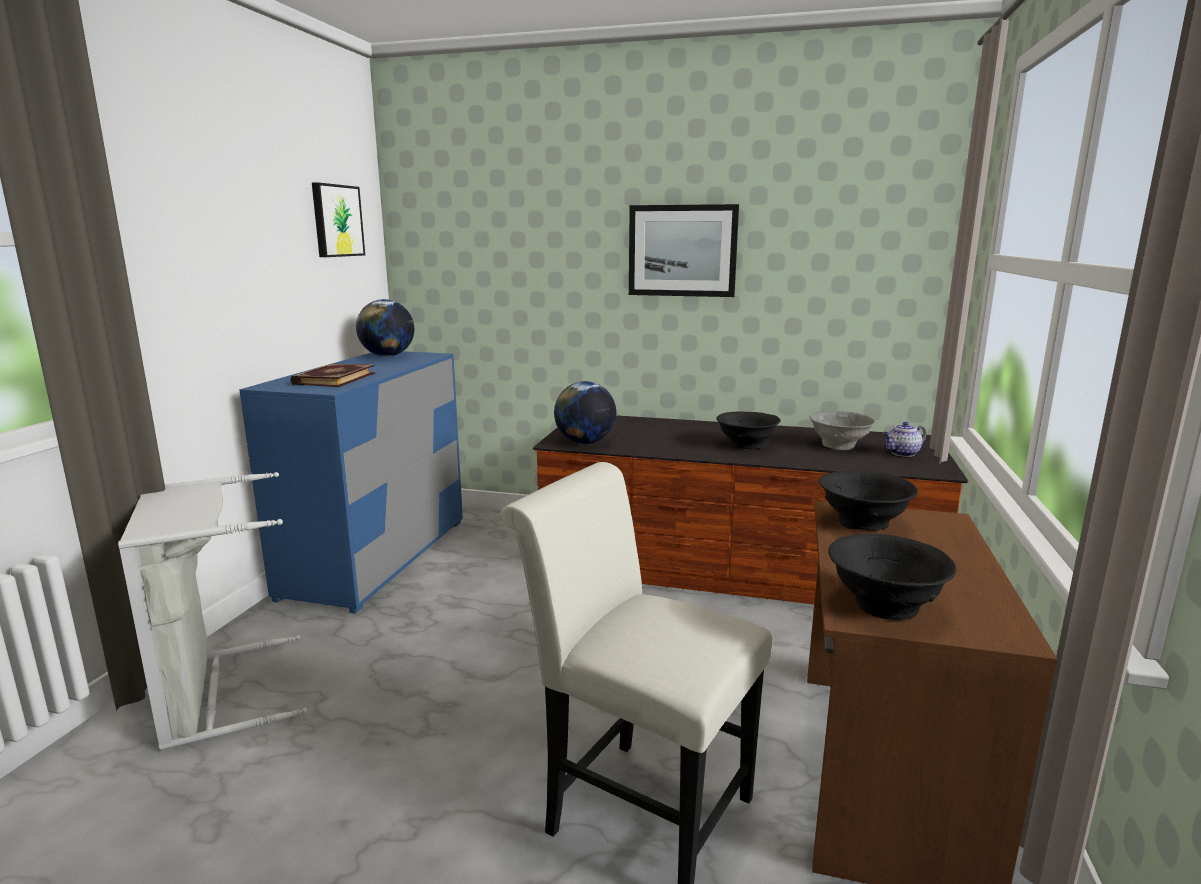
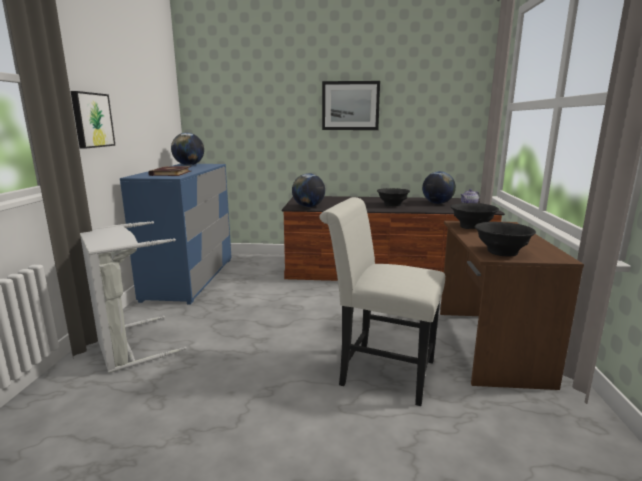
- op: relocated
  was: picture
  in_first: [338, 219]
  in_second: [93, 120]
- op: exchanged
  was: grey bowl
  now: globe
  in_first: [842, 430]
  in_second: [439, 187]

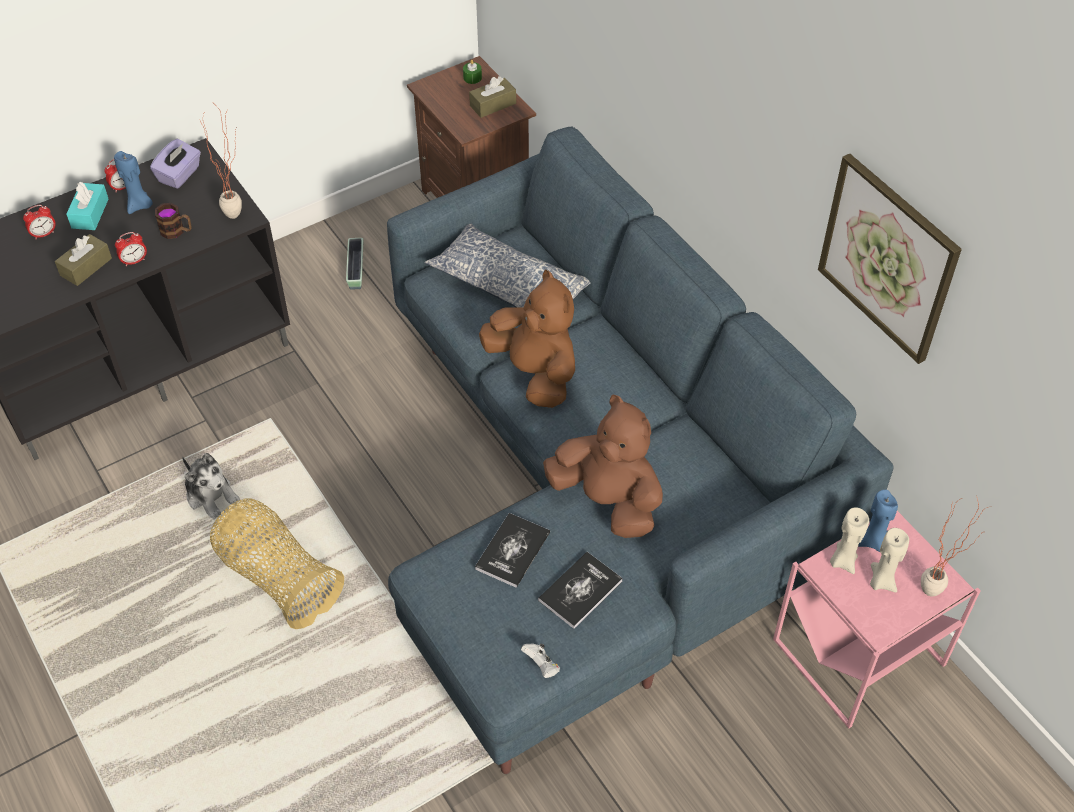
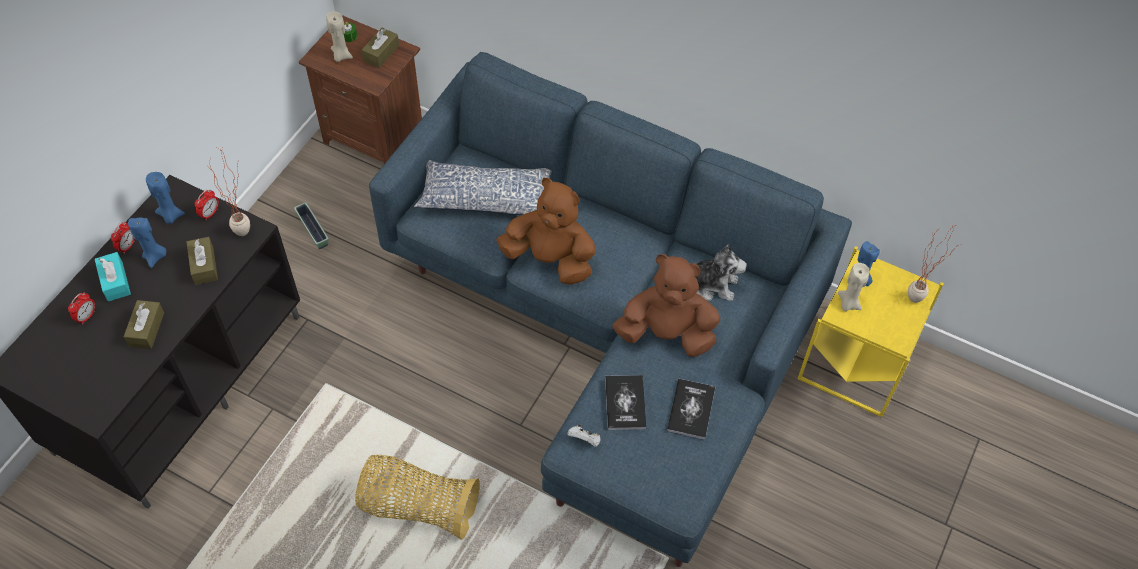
- op: missing
  was: picture
  in_first: [890, 258]
- op: relocated
  was: alarm clock
  in_first: [131, 249]
  in_second: [207, 205]
- op: relocated
  was: plush toy
  in_first: [211, 486]
  in_second: [721, 273]
- op: relocated
  was: white game controller
  in_first: [540, 660]
  in_second: [583, 435]
- op: relocated
  was: beige candle
  in_first: [889, 560]
  in_second: [339, 36]
- op: exchanged
  was: purple tissue box
  now: blue candle
  in_first: [175, 163]
  in_second: [165, 198]
- op: exchanged
  was: mug
  now: brown tissue box
  in_first: [173, 221]
  in_second: [202, 261]
- op: colour
  was: pink side table
  now: yellow side table
  in_first: [877, 619]
  in_second: [871, 331]

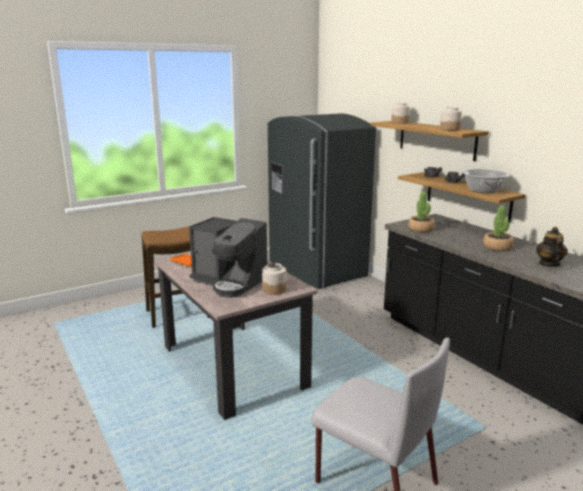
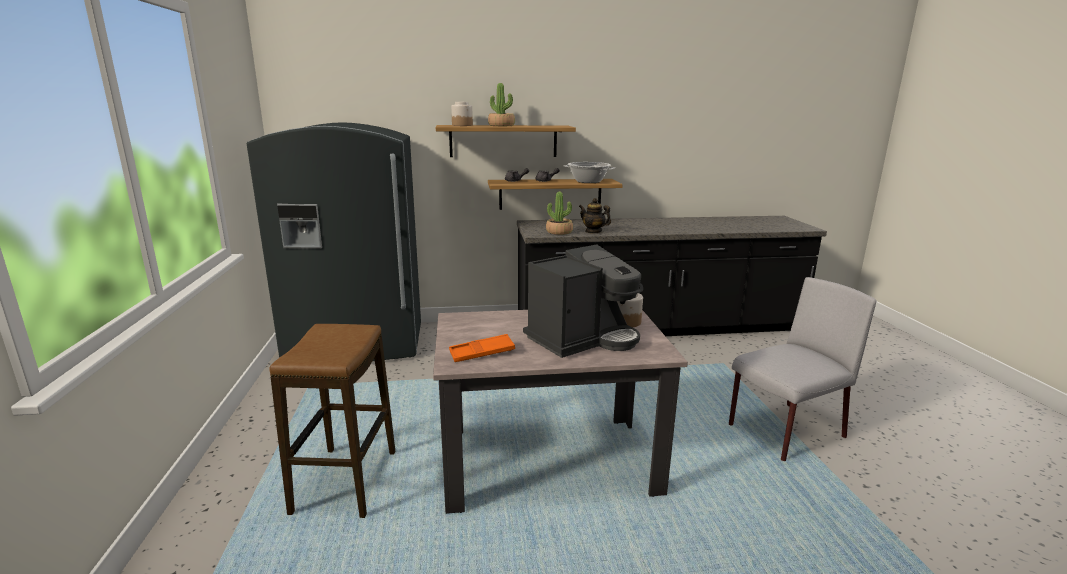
- op: missing
  was: jar
  in_first: [451, 119]
- op: relocated
  was: potted plant
  in_first: [498, 228]
  in_second: [501, 104]
- op: relocated
  was: teapot
  in_first: [552, 247]
  in_second: [595, 215]

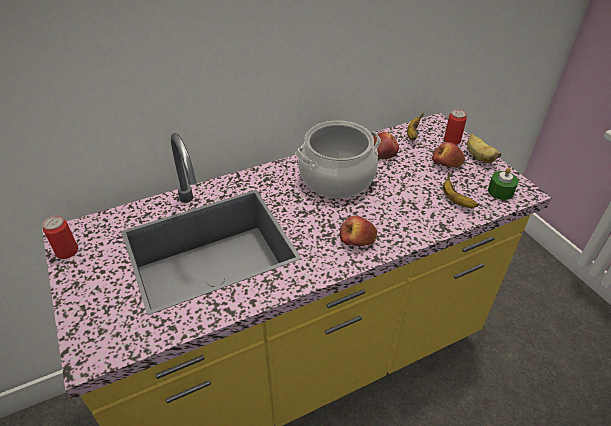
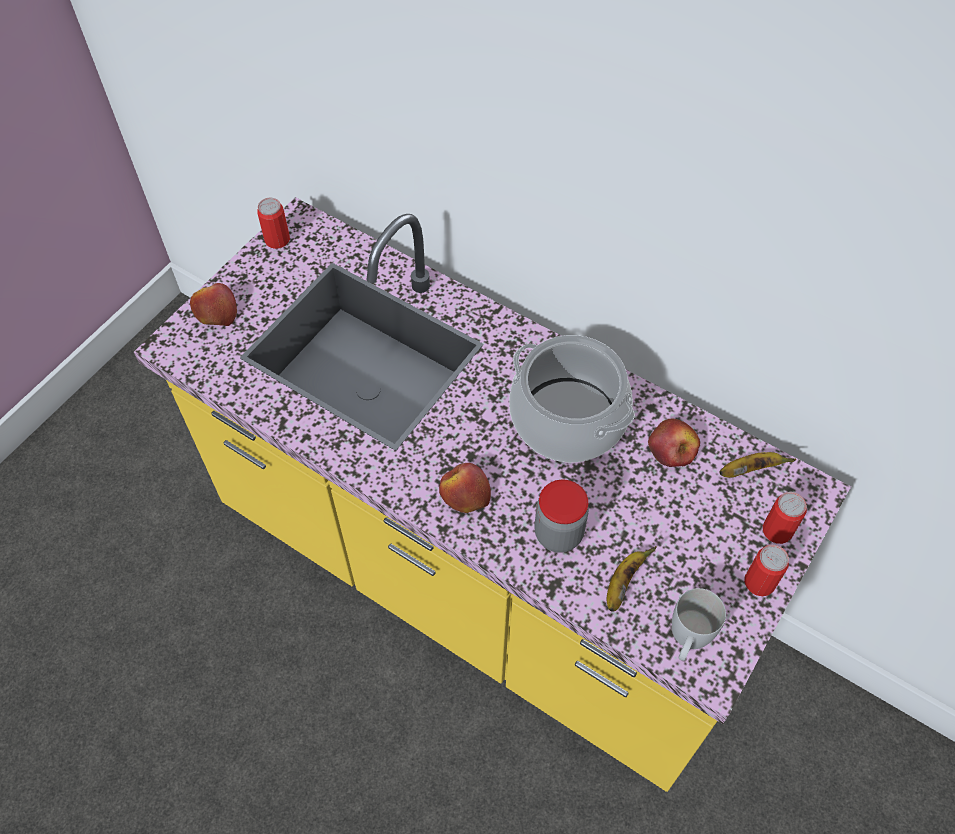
- op: appeared
  now: jar
  in_second: [562, 516]
- op: relocated
  was: apple
  in_first: [448, 154]
  in_second: [213, 304]
- op: exchanged
  was: banana
  now: can
  in_first: [484, 148]
  in_second: [766, 570]
- op: exchanged
  was: green candle
  now: white mug
  in_first: [503, 184]
  in_second: [699, 624]

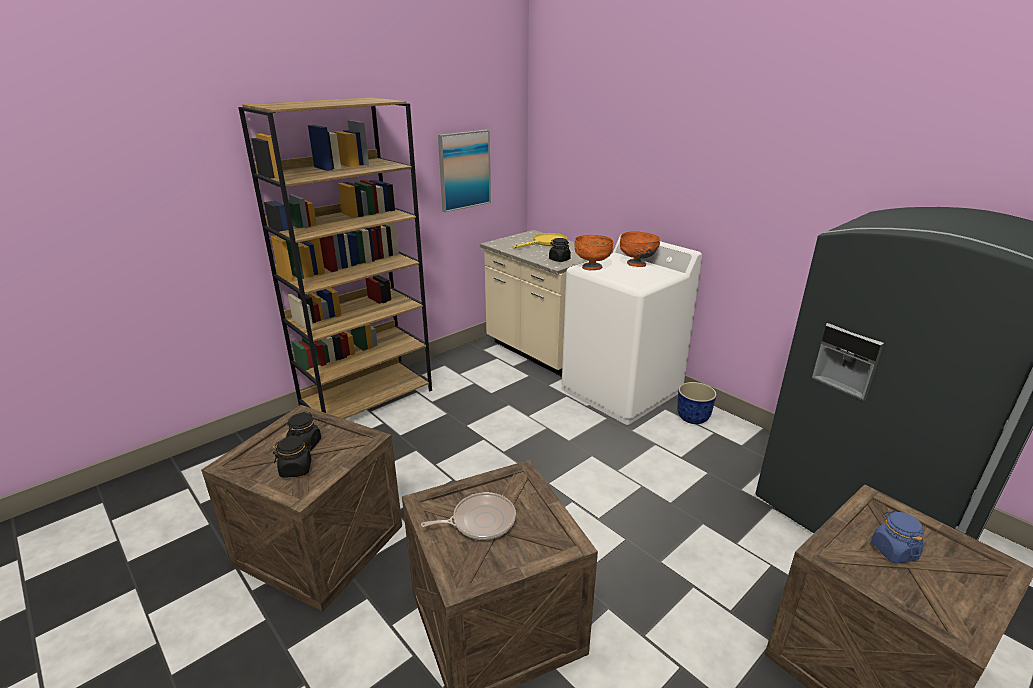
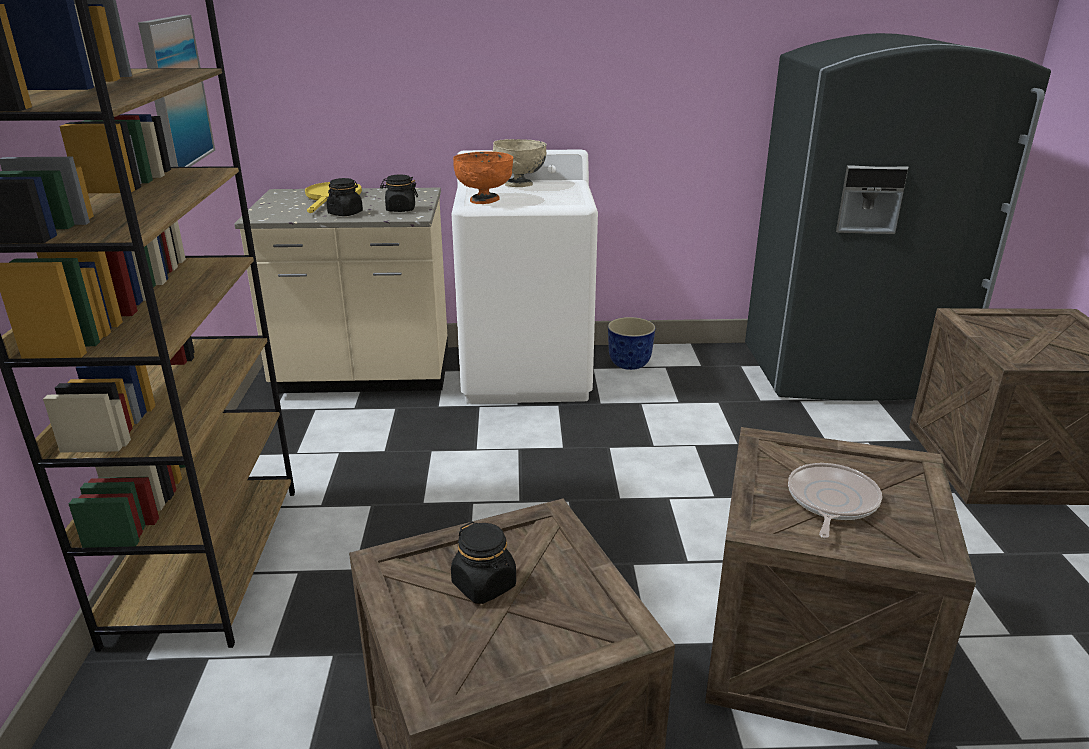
- op: missing
  was: blue jar
  in_first: [898, 537]
- op: relocated
  was: black jar
  in_first: [292, 457]
  in_second: [344, 197]
- op: colour
  was: orange bowl
  now: beige bowl
  in_first: [640, 249]
  in_second: [519, 163]

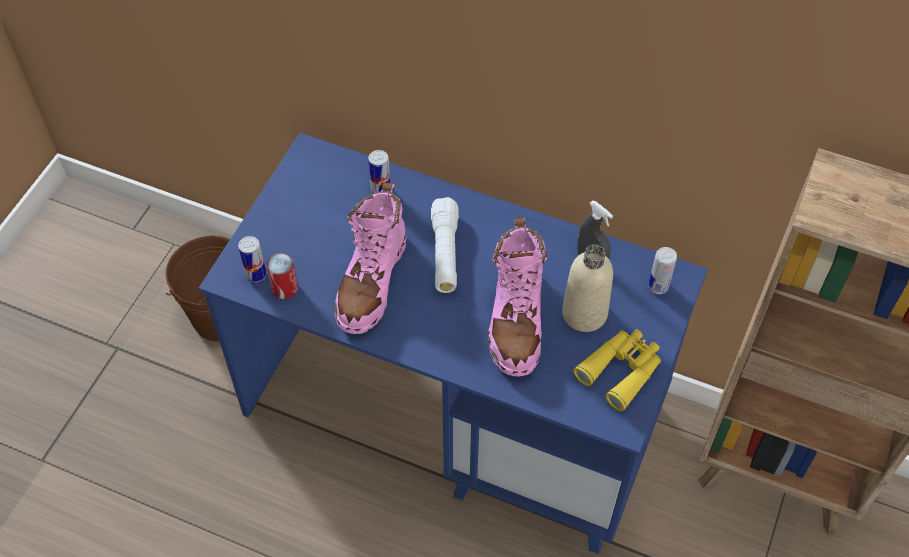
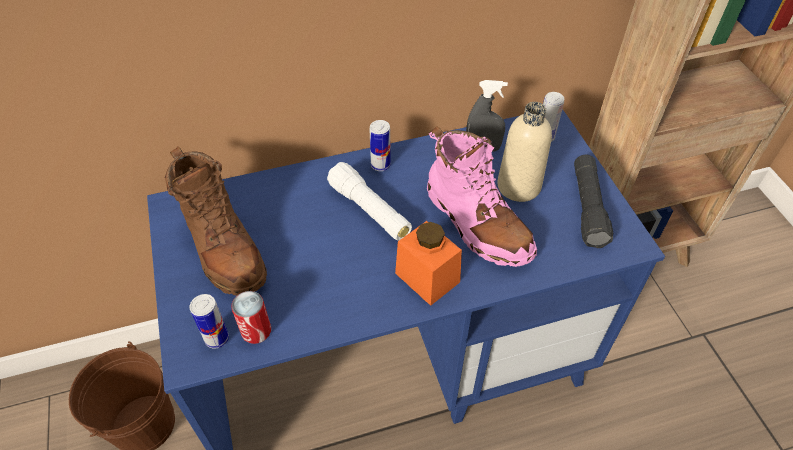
- op: missing
  was: pink boot
  in_first: [370, 258]
- op: appeared
  now: brown boot
  in_second: [216, 221]
- op: appeared
  now: orange jar
  in_second: [428, 263]
- op: relocated
  was: can
  in_first: [379, 171]
  in_second: [380, 145]
- op: exchanged
  was: yellow binoculars
  now: black flashlight
  in_first: [617, 370]
  in_second: [594, 201]

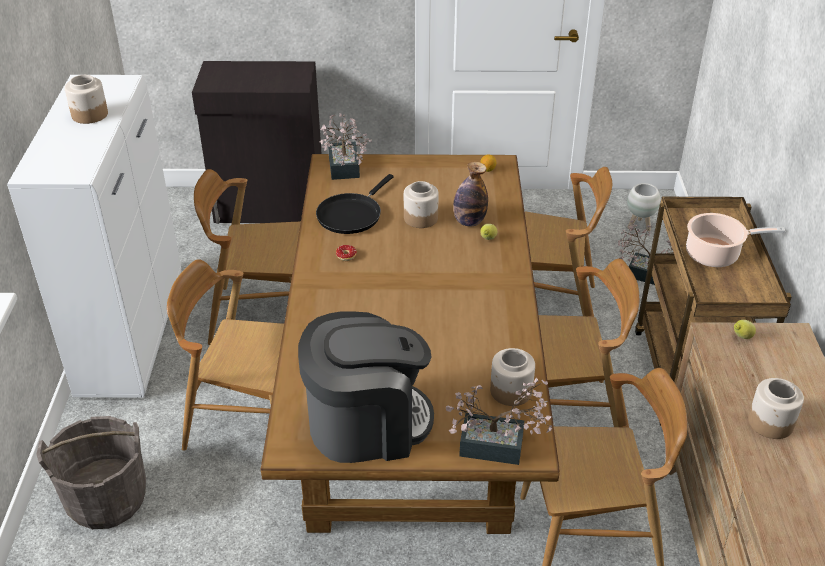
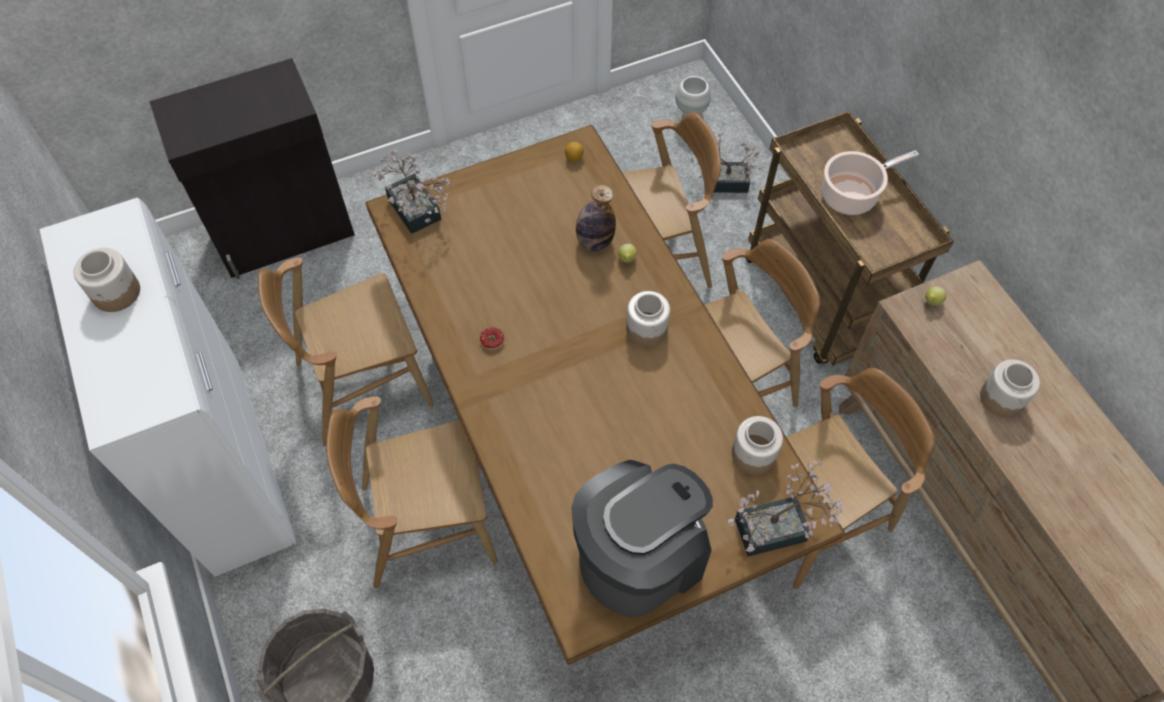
- op: missing
  was: black frying pan
  in_first: [355, 204]
- op: relocated
  was: jar
  in_first: [421, 204]
  in_second: [648, 319]

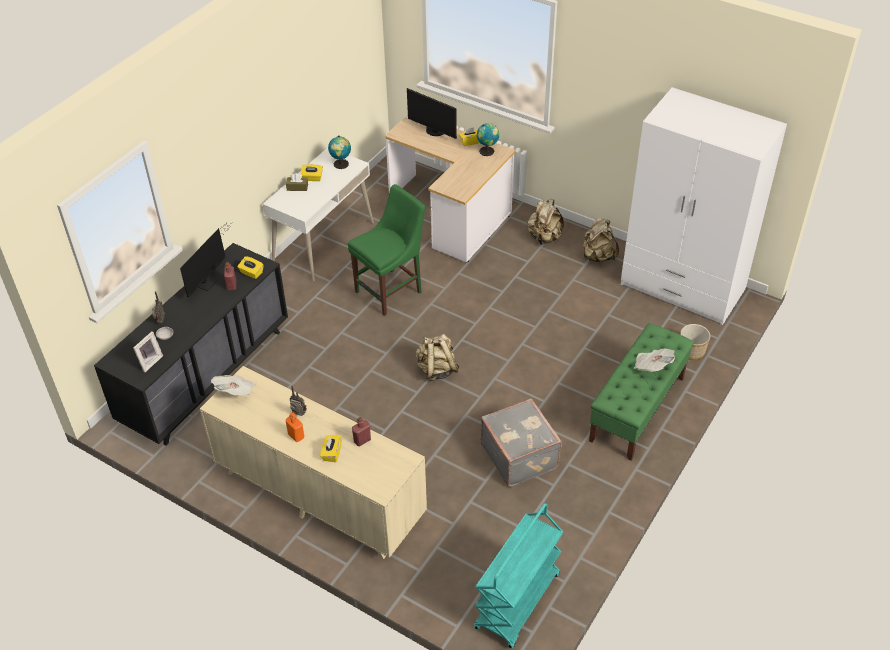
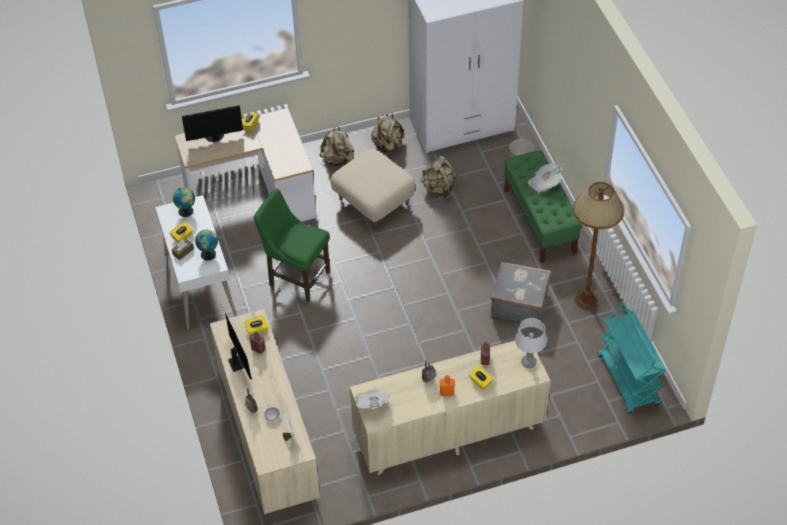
- op: appeared
  now: beige ottoman
  in_second: [372, 189]
- op: appeared
  now: grey table lamp
  in_second: [531, 343]
- op: appeared
  now: brown floor lamp
  in_second: [598, 245]
- op: relocated
  was: beige backpack
  in_first: [438, 357]
  in_second: [438, 177]
- op: relocated
  was: globe
  in_first: [488, 139]
  in_second: [206, 245]
- op: colour
  was: black dresser
  now: beige dresser
  in_first: [191, 344]
  in_second: [265, 411]
- op: spun
  was: green chair
  in_first: [386, 250]
  in_second: [291, 245]
  clockwise: -60

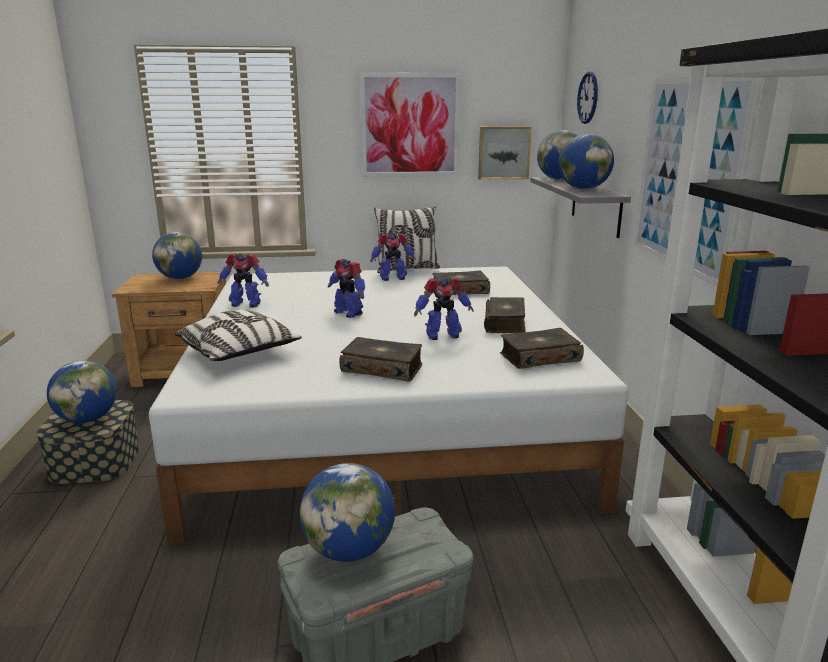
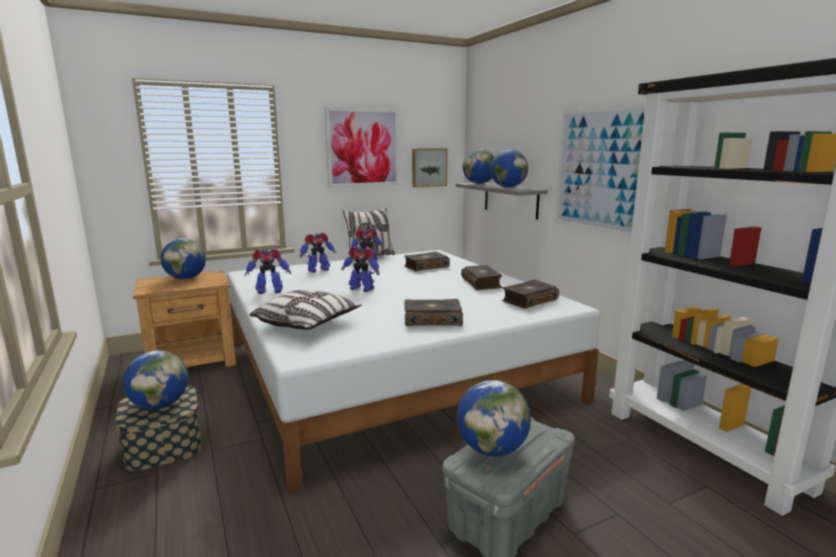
- op: missing
  was: wall clock
  in_first: [587, 97]
- op: relocated
  was: toy robot
  in_first: [444, 308]
  in_second: [318, 253]

